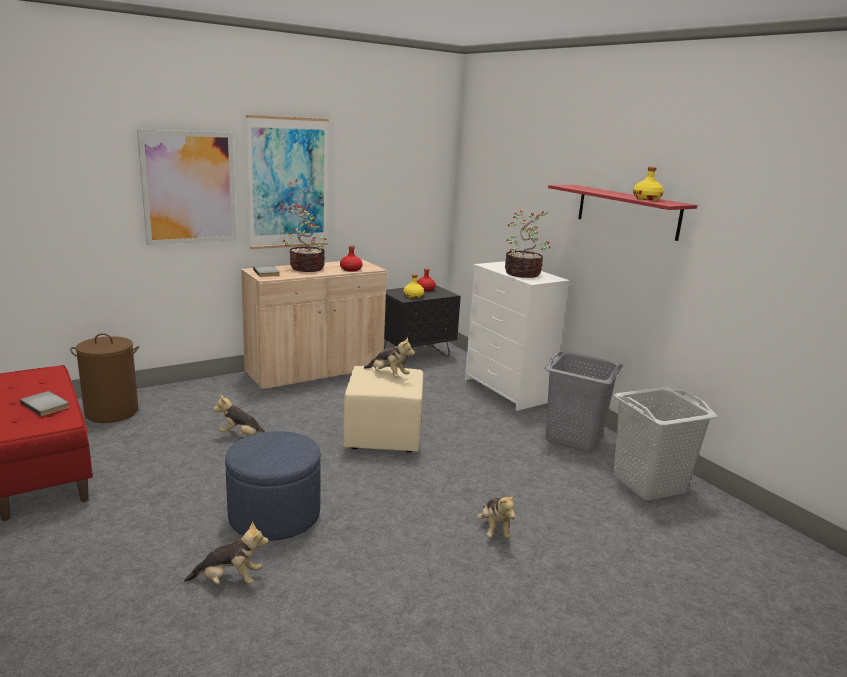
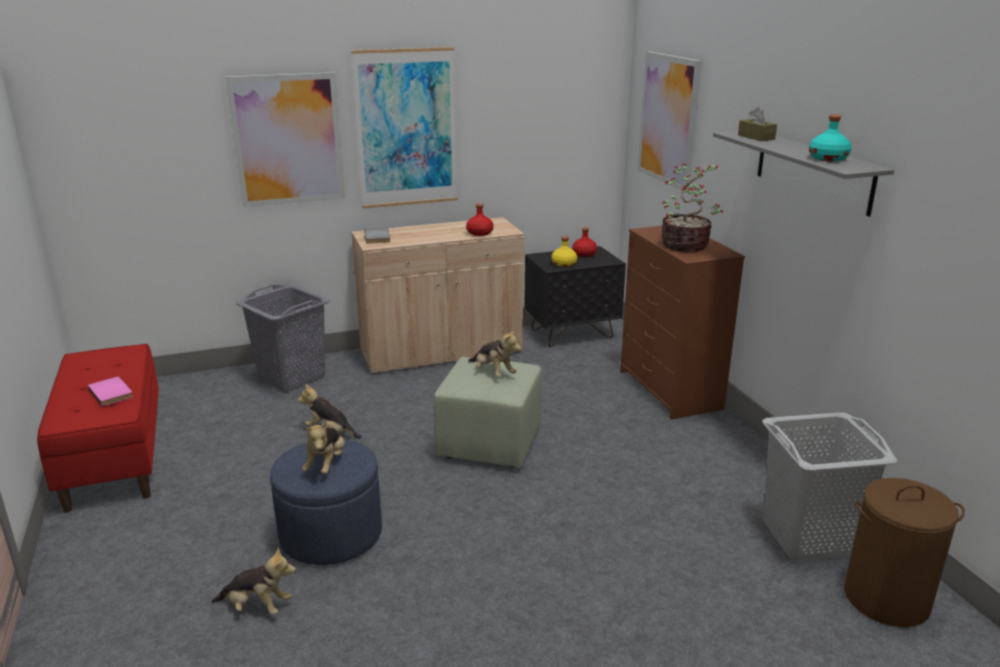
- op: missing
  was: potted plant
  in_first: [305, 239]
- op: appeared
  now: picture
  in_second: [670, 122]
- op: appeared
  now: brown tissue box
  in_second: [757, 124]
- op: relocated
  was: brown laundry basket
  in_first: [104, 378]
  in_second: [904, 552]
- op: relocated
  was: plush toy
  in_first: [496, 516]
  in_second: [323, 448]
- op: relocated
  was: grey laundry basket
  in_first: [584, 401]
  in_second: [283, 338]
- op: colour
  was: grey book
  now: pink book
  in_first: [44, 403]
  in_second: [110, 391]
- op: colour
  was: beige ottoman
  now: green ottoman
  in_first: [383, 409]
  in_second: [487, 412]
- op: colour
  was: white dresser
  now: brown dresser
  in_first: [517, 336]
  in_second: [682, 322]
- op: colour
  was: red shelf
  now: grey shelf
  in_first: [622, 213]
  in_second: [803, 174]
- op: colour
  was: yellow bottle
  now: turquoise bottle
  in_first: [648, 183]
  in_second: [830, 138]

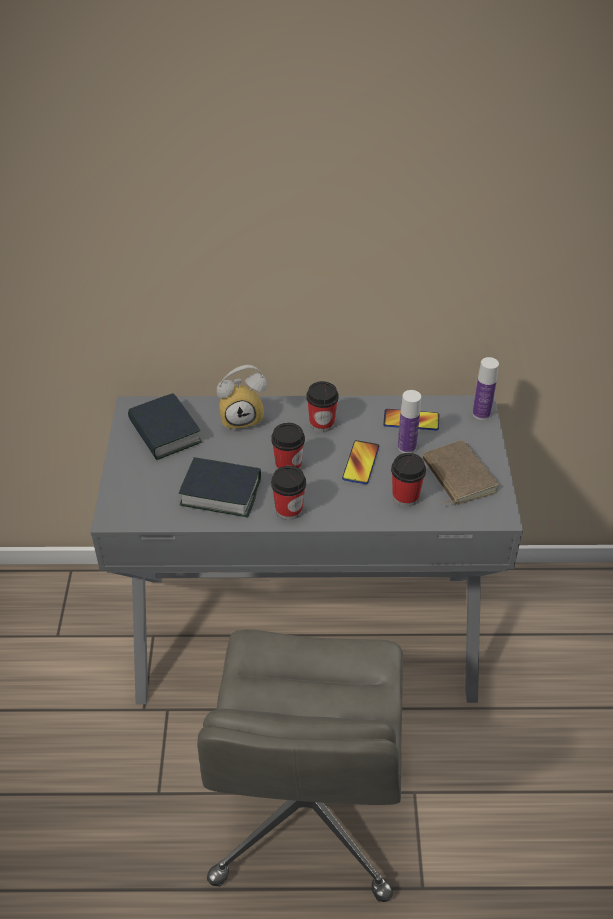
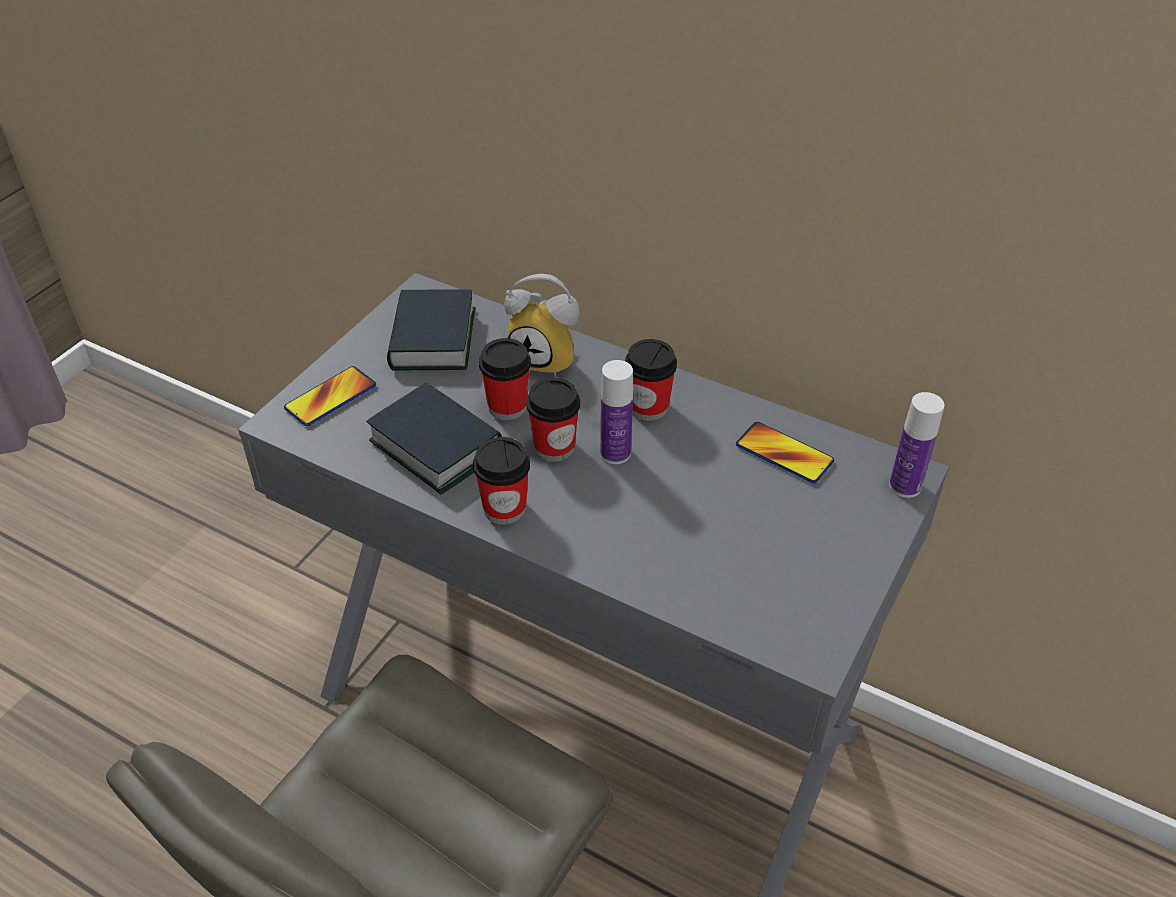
- op: missing
  was: brown book
  in_first: [461, 472]
- op: relocated
  was: phone
  in_first: [360, 462]
  in_second: [330, 396]
- op: relocated
  was: cup
  in_first: [408, 480]
  in_second: [505, 379]
- op: relocated
  was: bottle
  in_first: [409, 421]
  in_second: [616, 412]

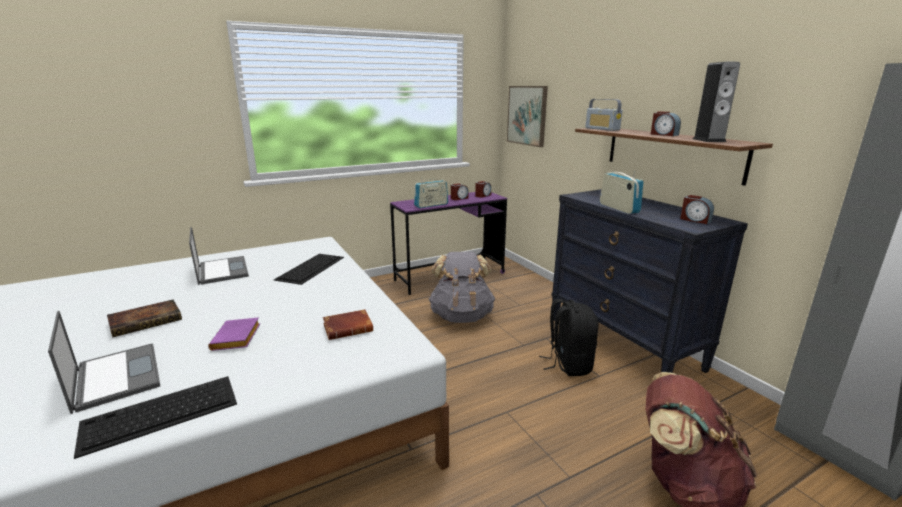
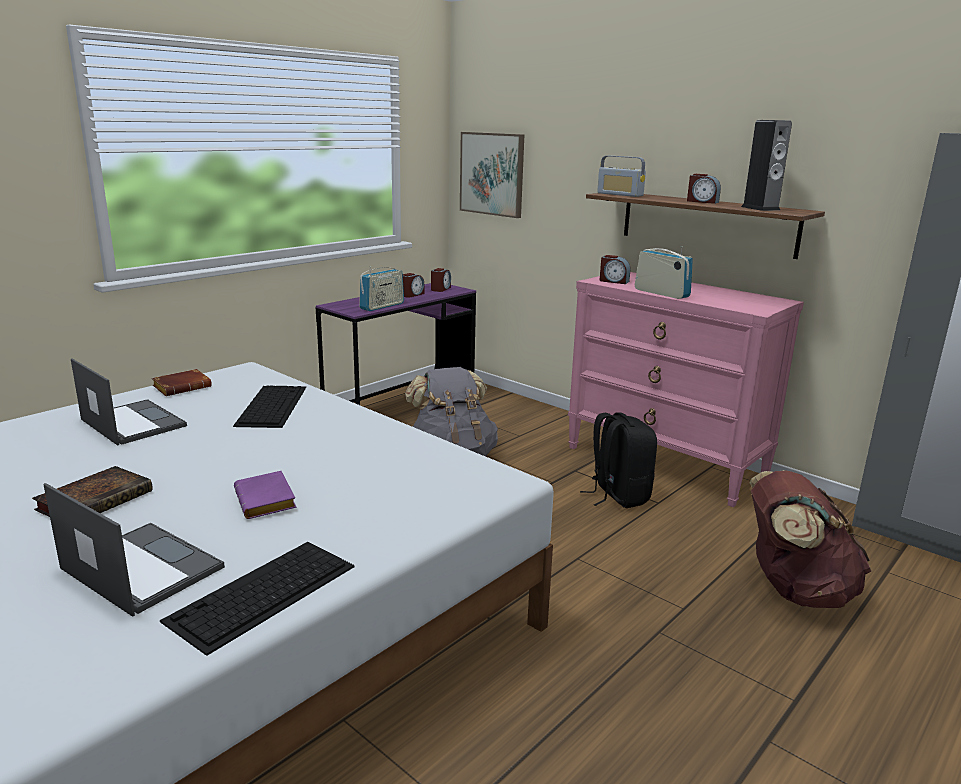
- op: relocated
  was: brown book
  in_first: [348, 324]
  in_second: [182, 382]
- op: relocated
  was: alarm clock
  in_first: [697, 209]
  in_second: [615, 269]
- op: colour
  was: black dresser
  now: pink dresser
  in_first: [649, 281]
  in_second: [686, 389]

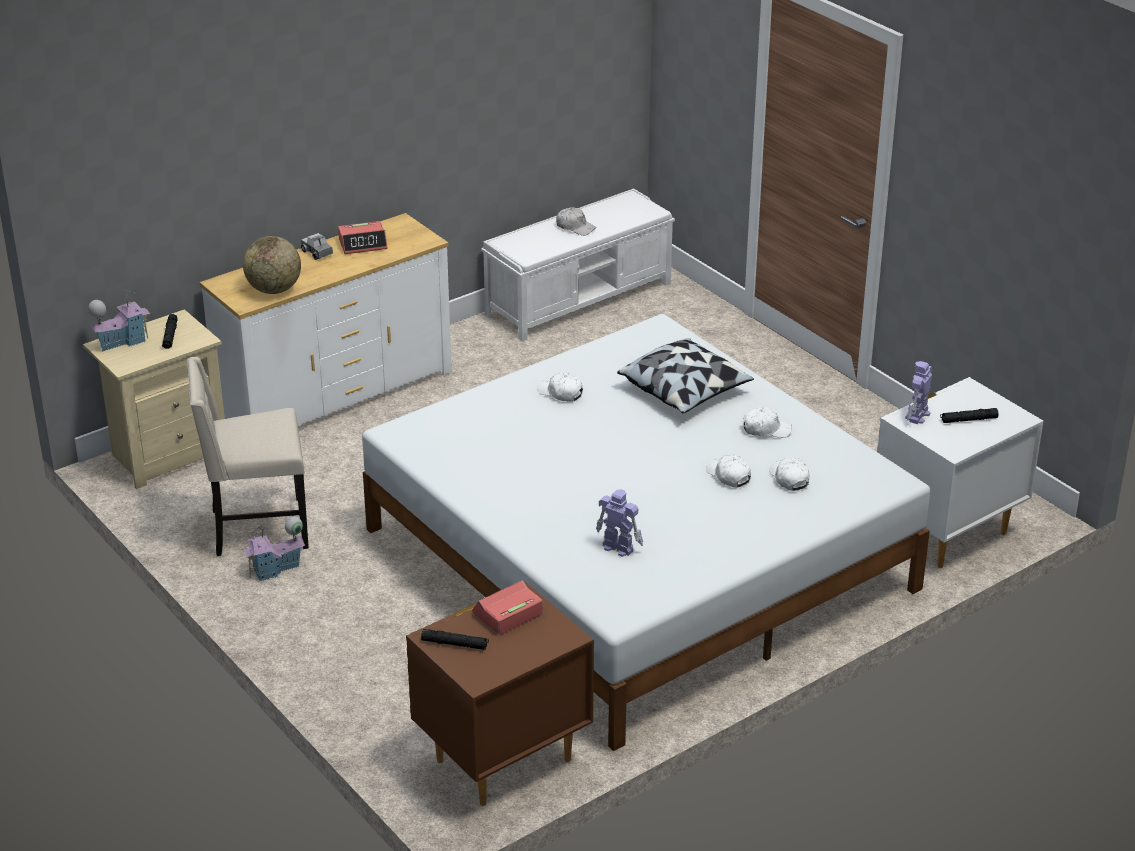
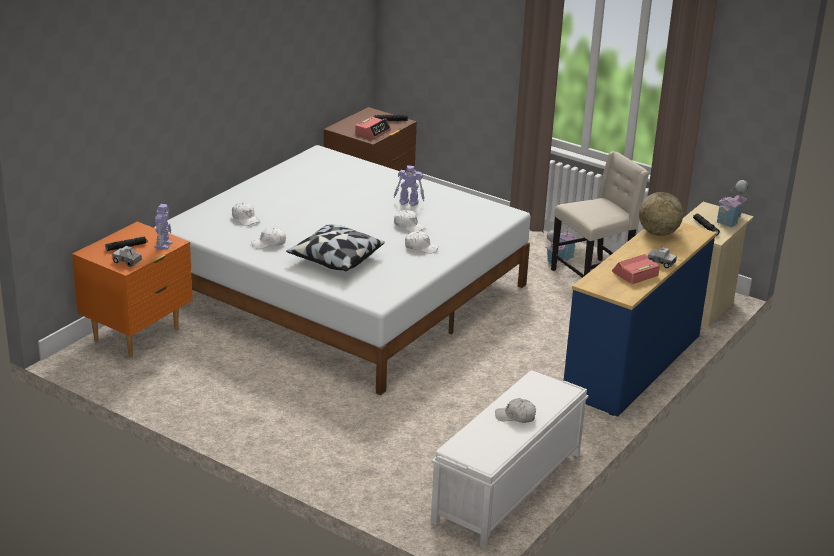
- op: appeared
  now: toy truck
  in_second: [127, 256]
- op: relocated
  was: toy robot
  in_first: [619, 523]
  in_second: [409, 185]
- op: relocated
  was: white cap
  in_first: [728, 471]
  in_second: [409, 221]
- op: colour
  was: white dresser
  now: blue dresser
  in_first: [326, 319]
  in_second: [639, 319]
- op: colour
  was: white nightstand
  now: orange nightstand
  in_first: [960, 472]
  in_second: [132, 289]

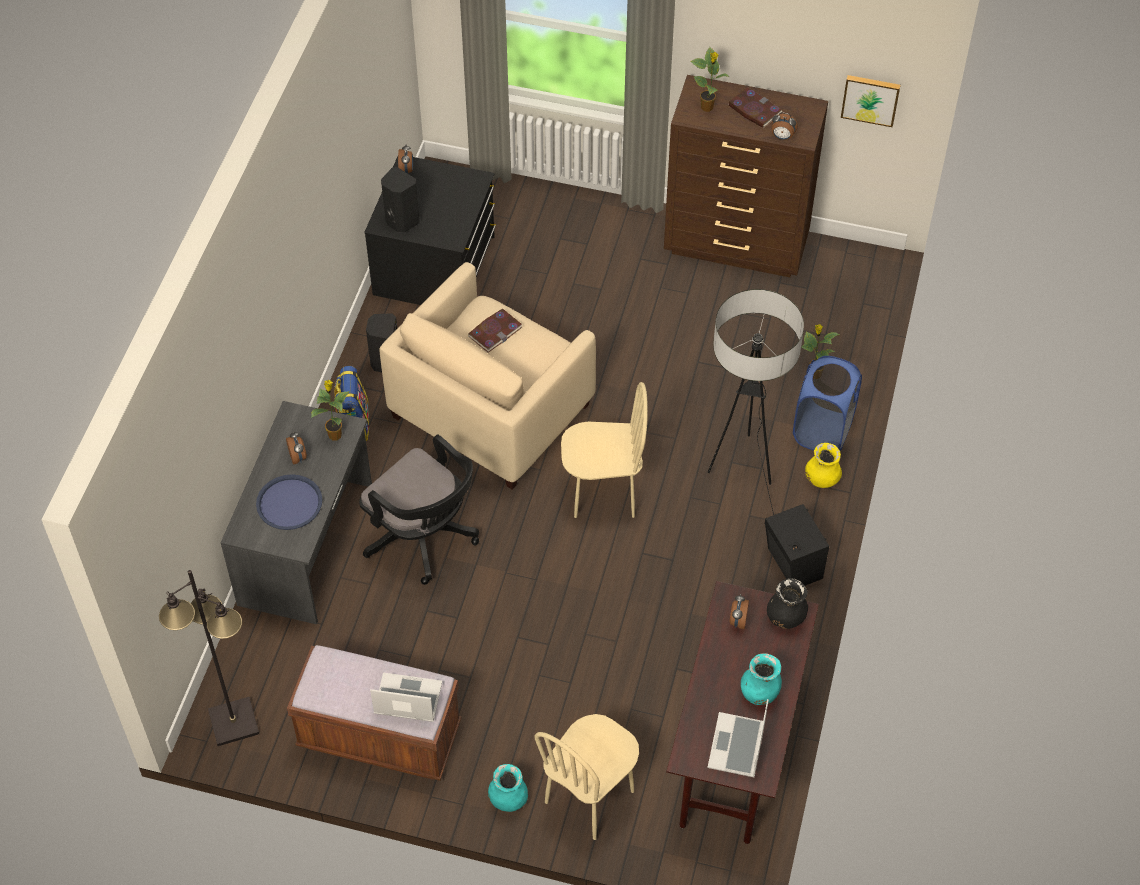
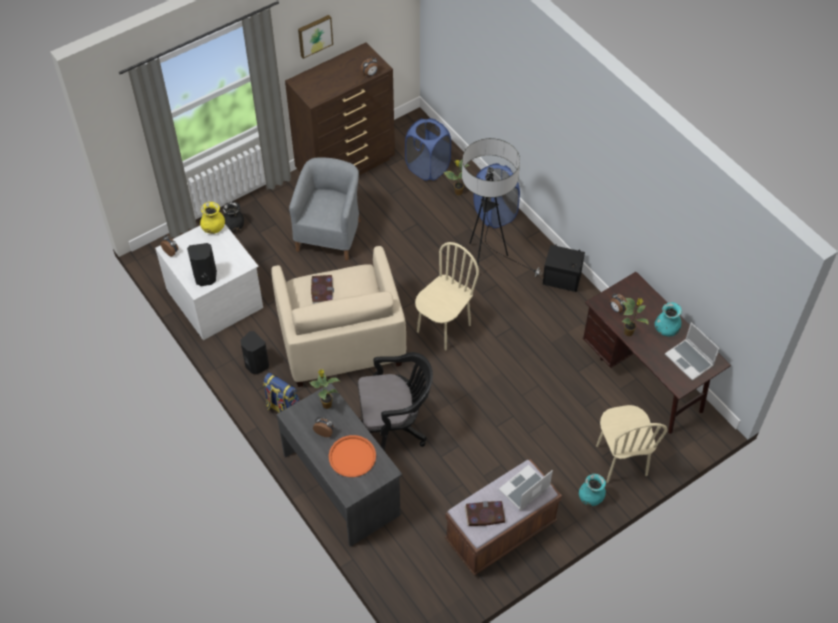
- op: missing
  was: black floor lamp
  in_first: [209, 658]
- op: appeared
  now: grey armchair
  in_second: [325, 209]
- op: appeared
  now: blue laundry basket
  in_second: [428, 149]
- op: relocated
  was: potted plant
  in_first: [710, 79]
  in_second: [635, 317]
- op: relocated
  was: book
  in_first: [756, 107]
  in_second: [485, 513]
- op: relocated
  was: black vase
  in_first: [787, 603]
  in_second: [233, 217]
- op: relocated
  was: yellow vase
  in_first: [823, 465]
  in_second: [212, 218]
- op: relocated
  was: picture
  in_first: [871, 101]
  in_second: [315, 37]
- op: colour
  was: blue tray
  now: orange tray
  in_first: [289, 502]
  in_second: [352, 456]
- op: colour
  was: black dresser
  now: white dresser
  in_first: [430, 230]
  in_second: [209, 282]

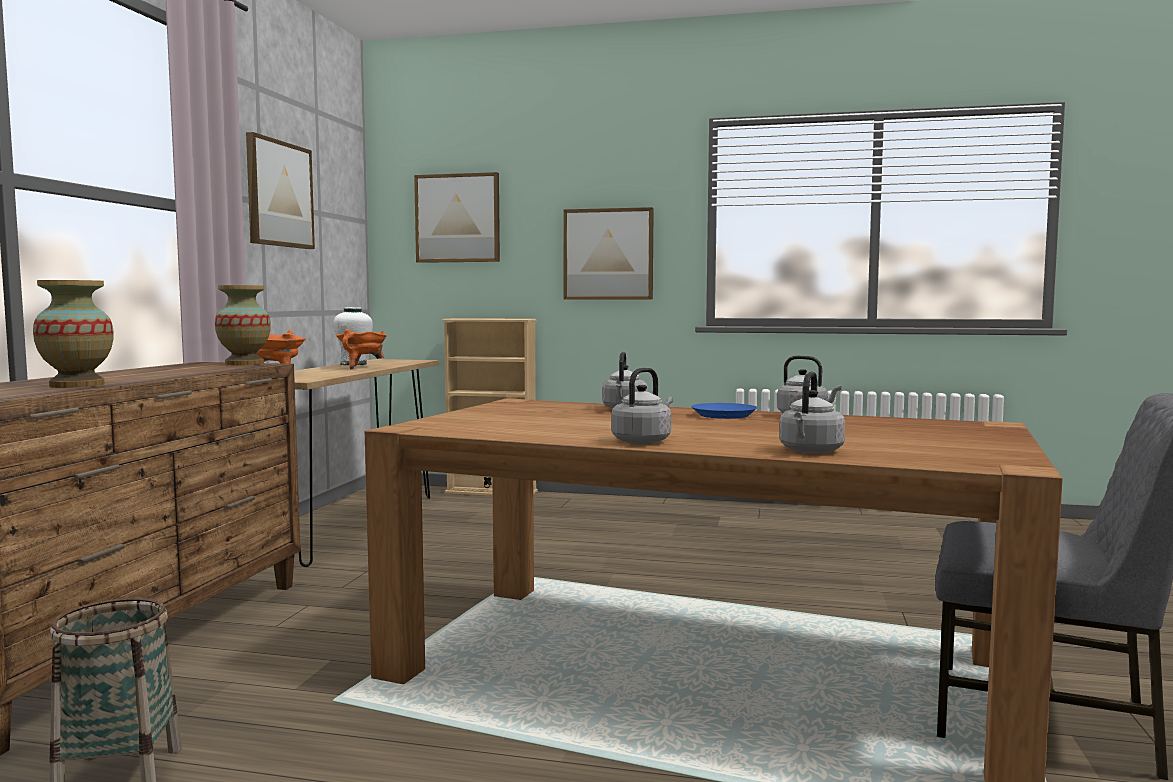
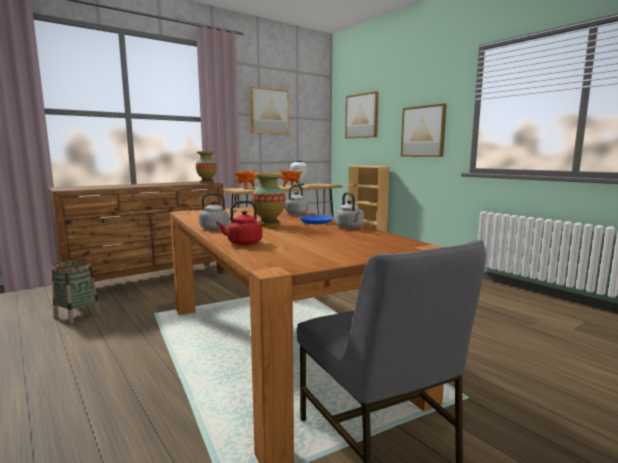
- op: relocated
  was: vase
  in_first: [73, 334]
  in_second: [268, 200]
- op: colour
  was: grey kettle
  now: red kettle
  in_first: [812, 412]
  in_second: [239, 223]

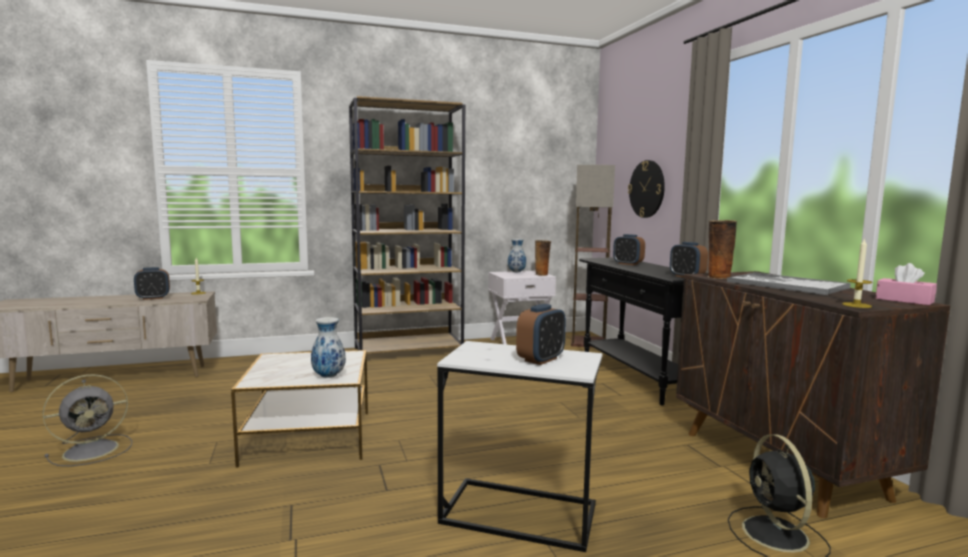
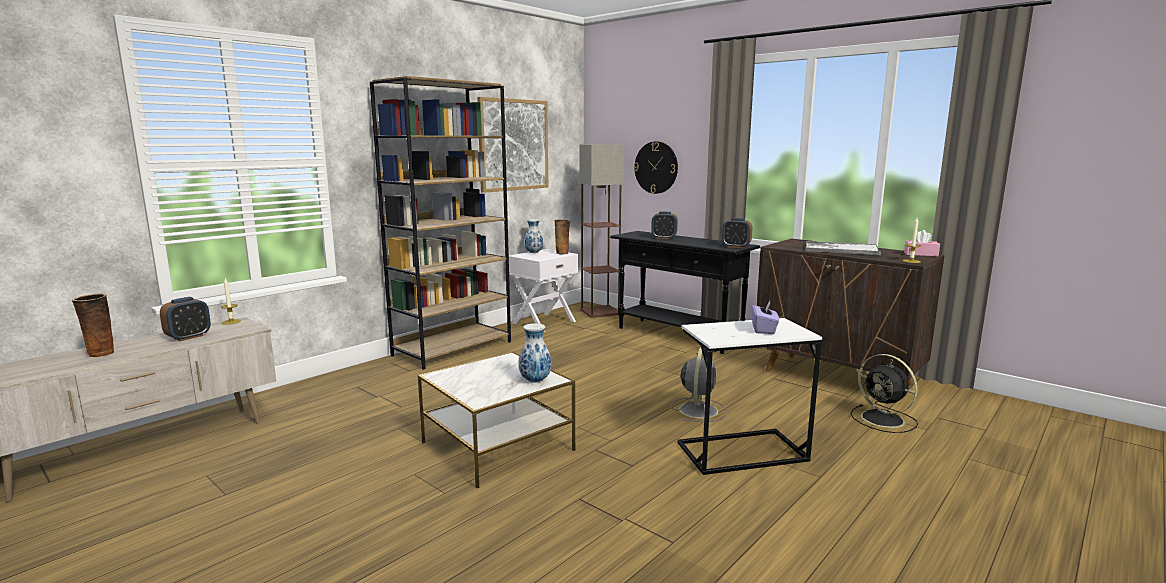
- op: appeared
  now: picture
  in_second: [512, 145]
- op: relocated
  was: grey fan
  in_first: [87, 420]
  in_second: [699, 384]
- op: relocated
  was: vase
  in_first: [722, 249]
  in_second: [94, 325]
- op: exchanged
  was: alarm clock
  now: purple tissue box
  in_first: [541, 334]
  in_second: [765, 317]

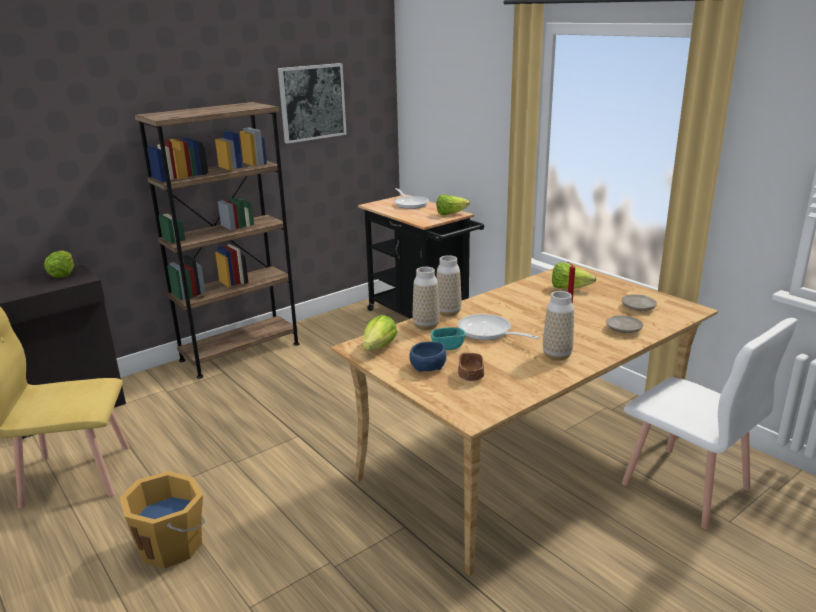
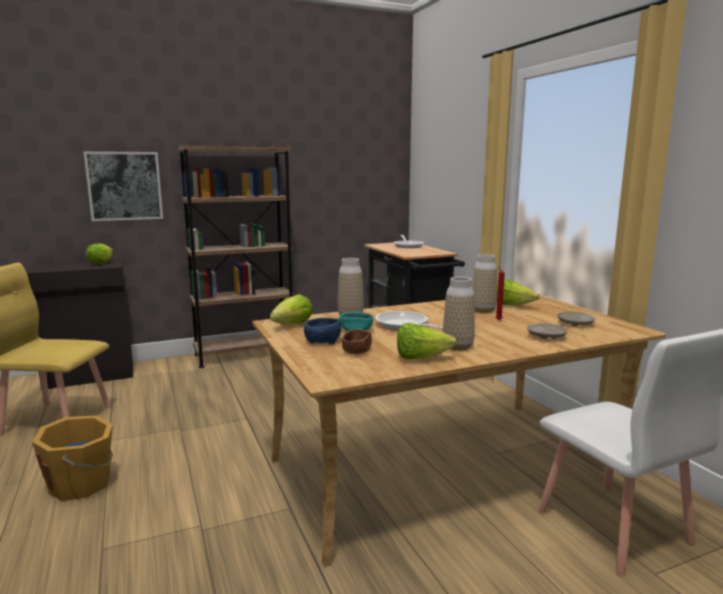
- op: relocated
  was: picture
  in_first: [312, 103]
  in_second: [123, 186]
- op: relocated
  was: lettuce
  in_first: [453, 205]
  in_second: [427, 341]
- op: relocated
  was: vase
  in_first: [449, 286]
  in_second: [484, 283]

